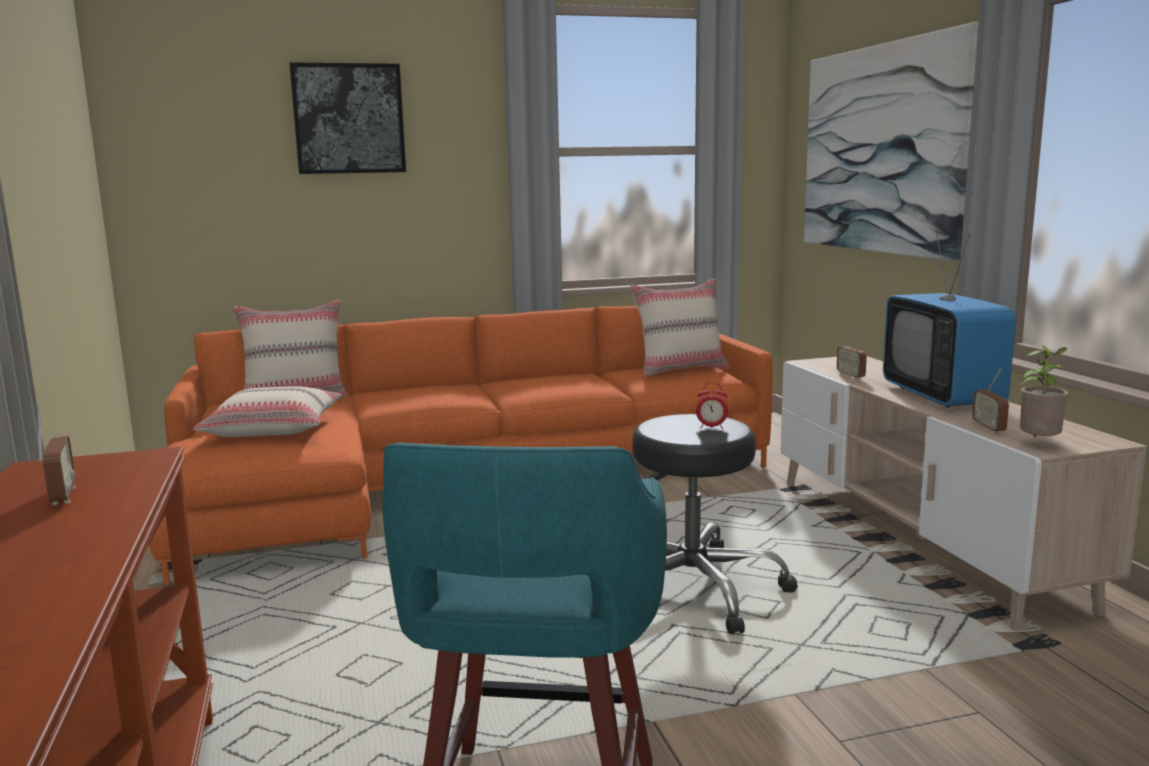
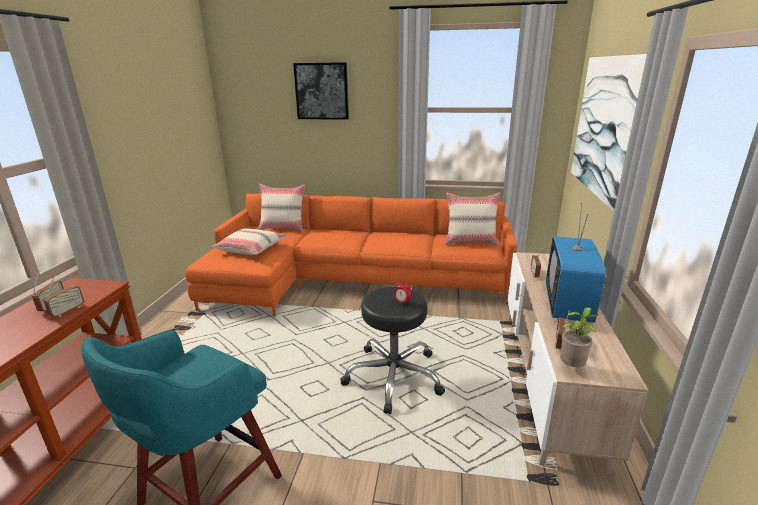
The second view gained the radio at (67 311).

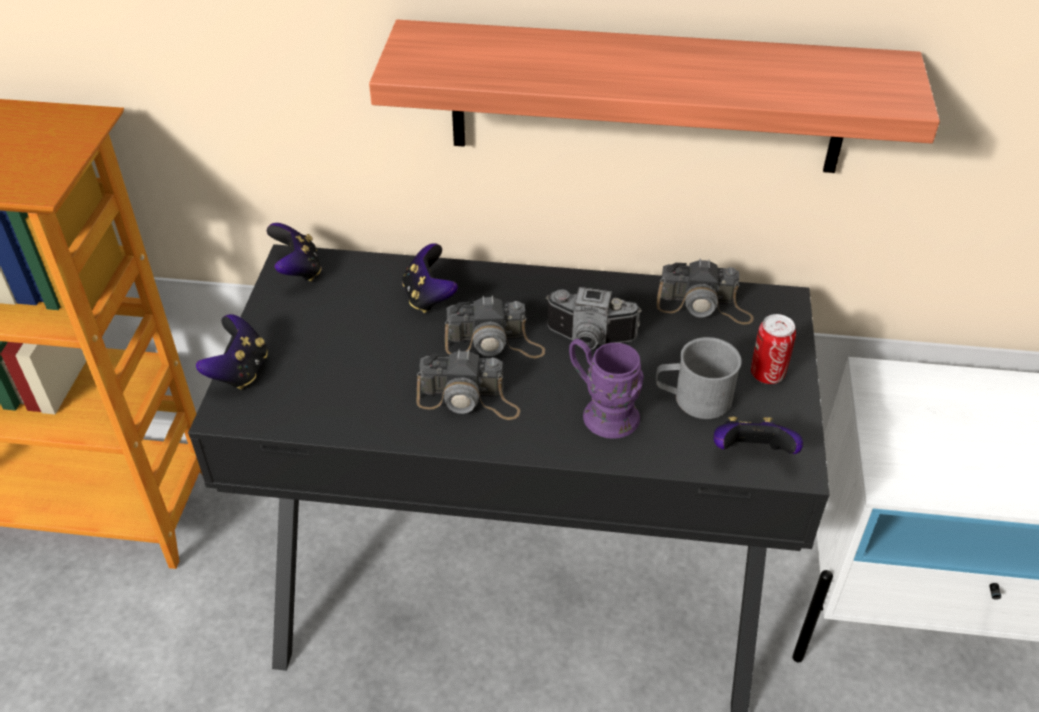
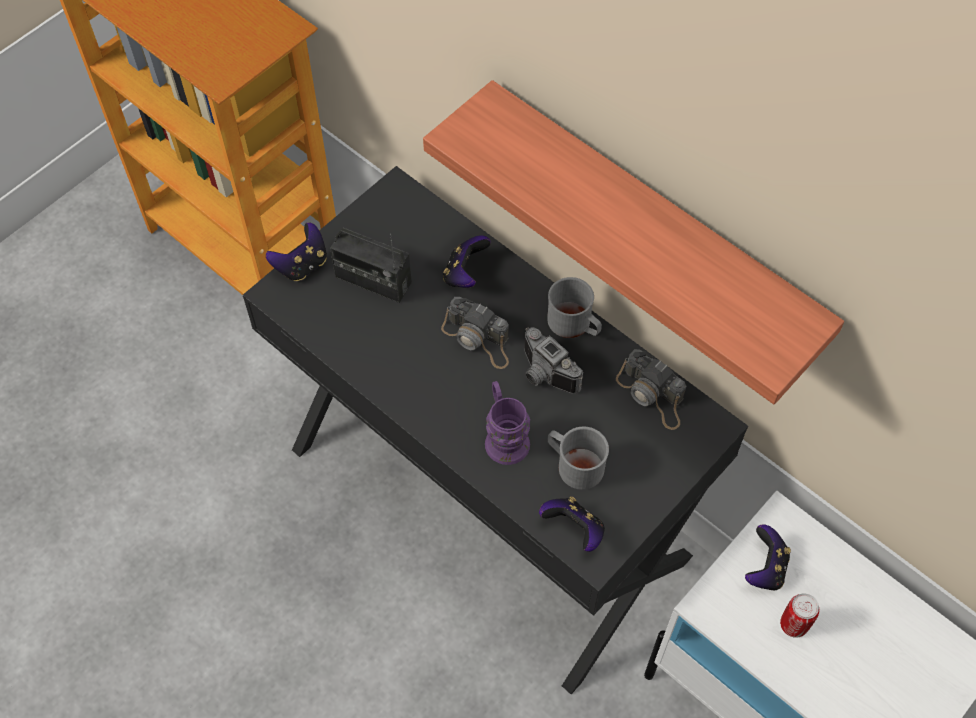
The game controller ended up elsewhere, having gone from (298 270) to (765 568). The second view lost the photo camera at (468 399). The can ended up elsewhere, having gone from (767 374) to (793 625). The second view gained the radio at (373 280). The second view gained the mug/grey at (574 324).

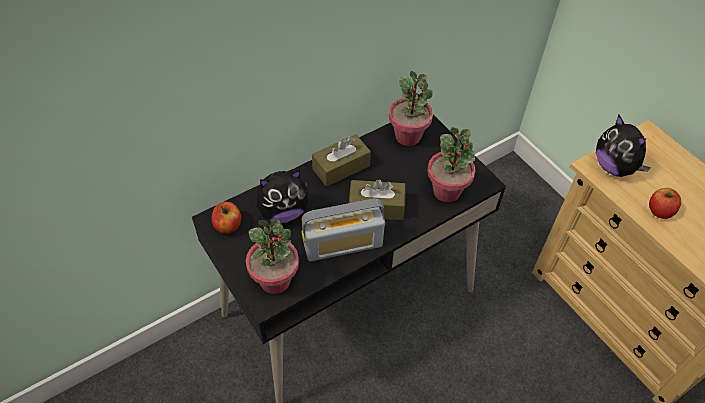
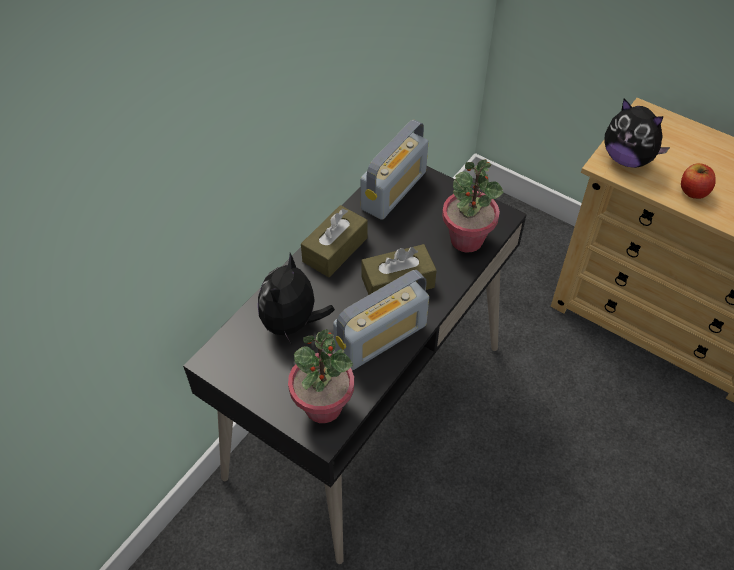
The second view lost the apple at (228 225). The plush toy at (283 212) ended up facing another way, 150 degrees clockwise from before. Where the potted plant stood at (408 136), the radio came to stand at (394 190).

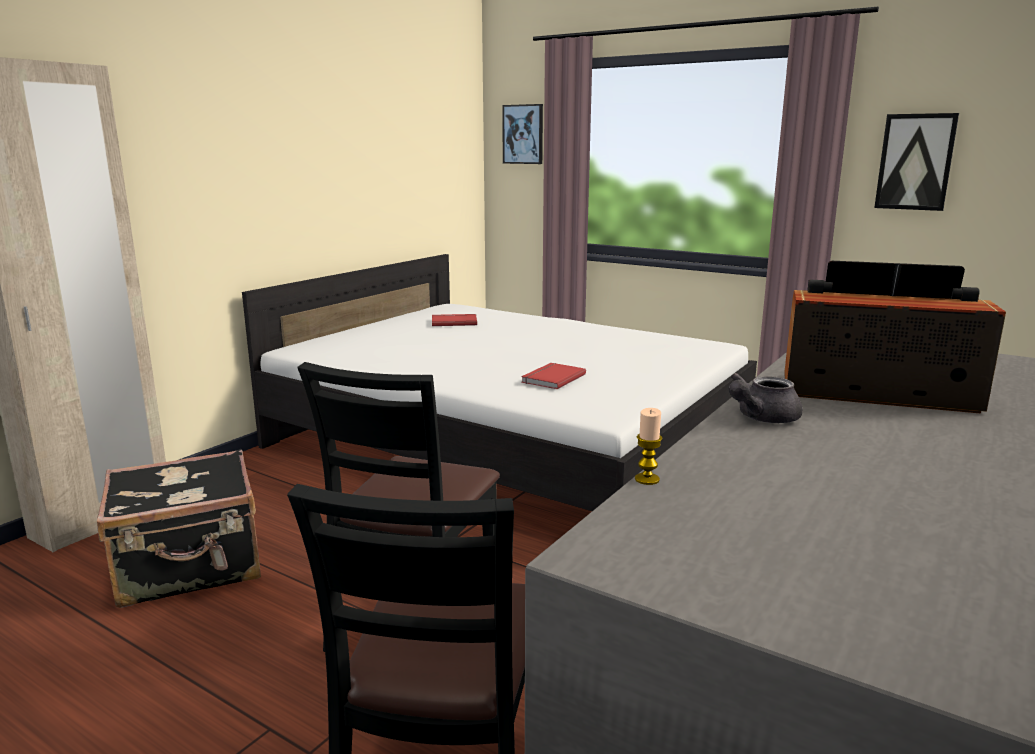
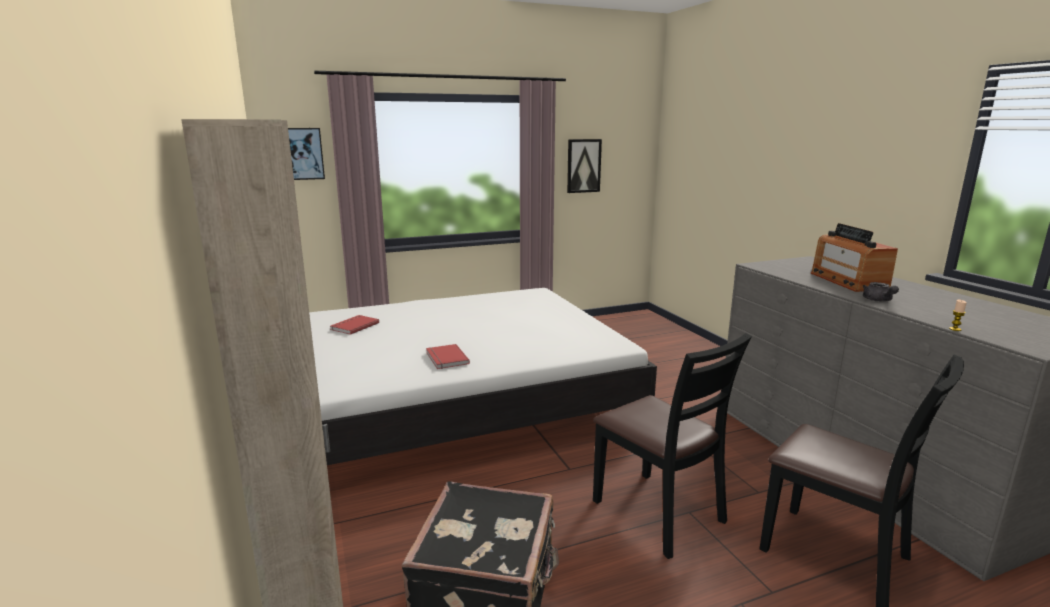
The book/red ended up elsewhere, having gone from (552 378) to (445 358). The radio at (877 392) ended up facing another way, 60 degrees counterclockwise from before.

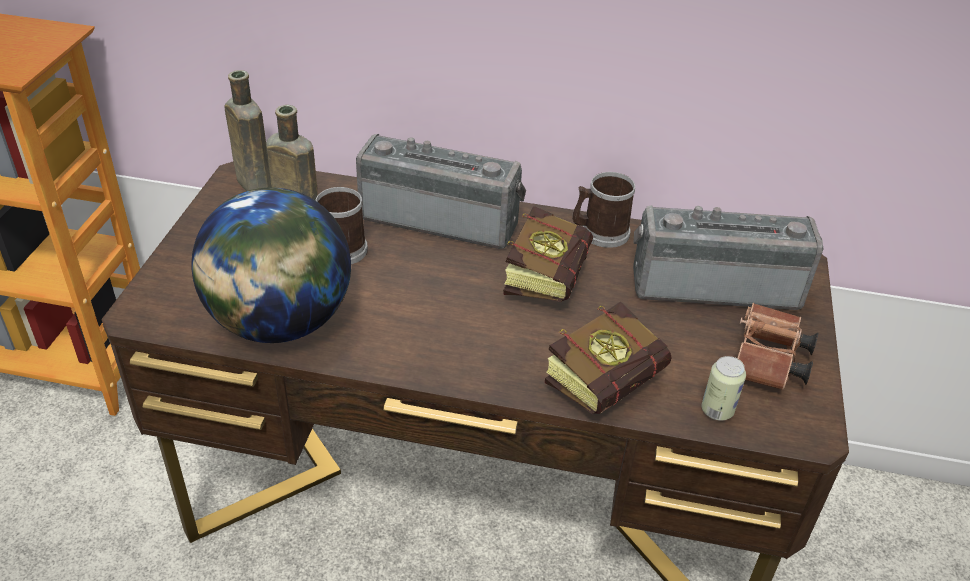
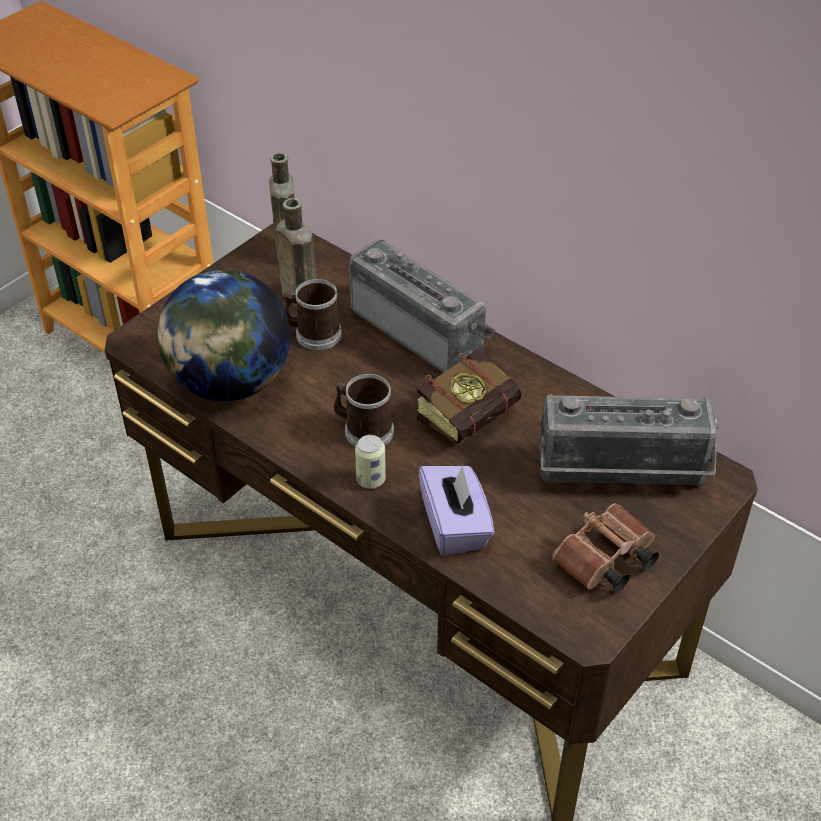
Where the book stood at (612 380), the tissue box/purple came to stand at (455 526). The mug ended up elsewhere, having gone from (599 233) to (363 430). The radio at (715 283) ended up facing another way, 150 degrees clockwise from before. The can ended up elsewhere, having gone from (717 410) to (371 480).

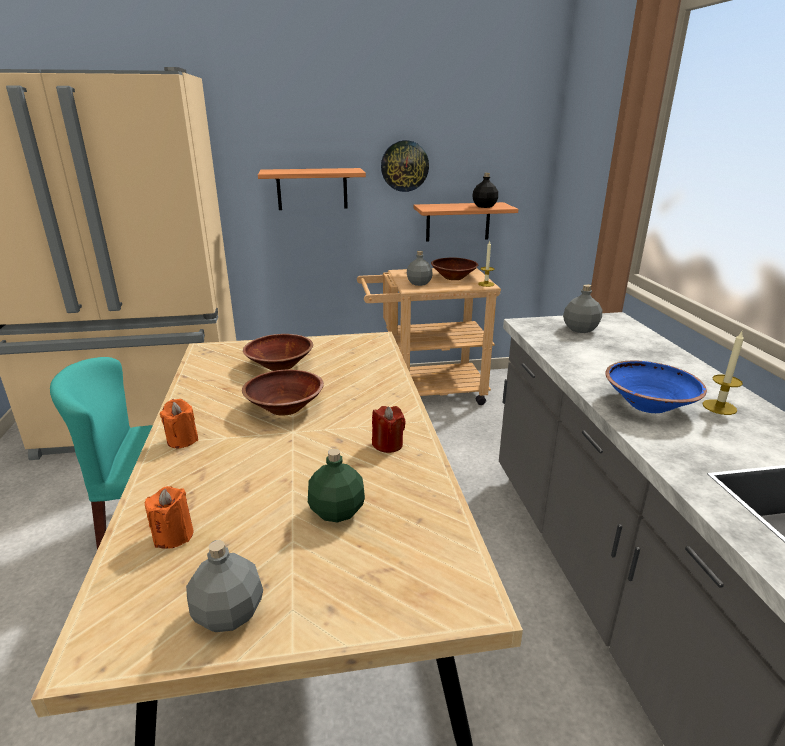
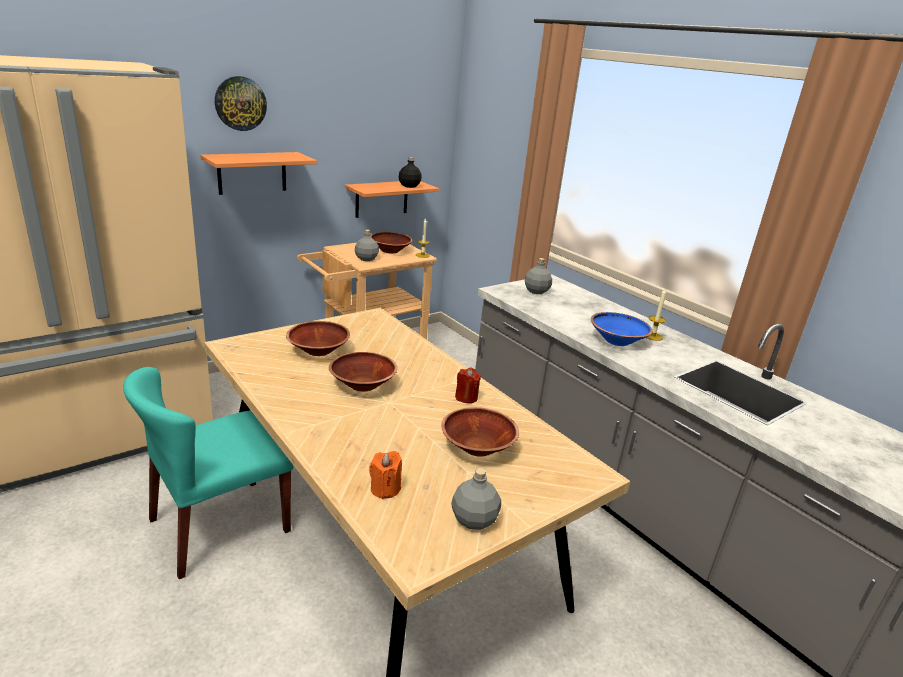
The second view lost the candle/orange at (182 440). Where the bottle/green stood at (337 512), the bowl/brown came to stand at (478 447). The wall clock ended up elsewhere, having gone from (404 166) to (240 103).

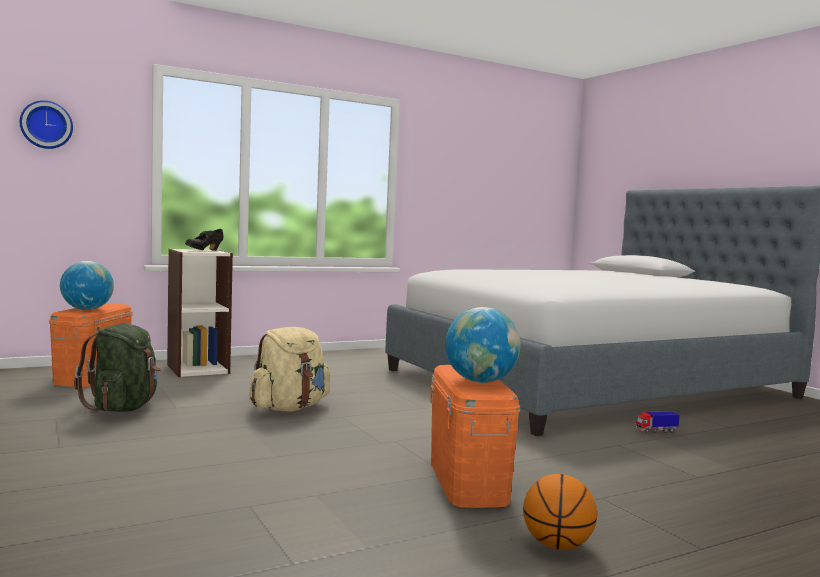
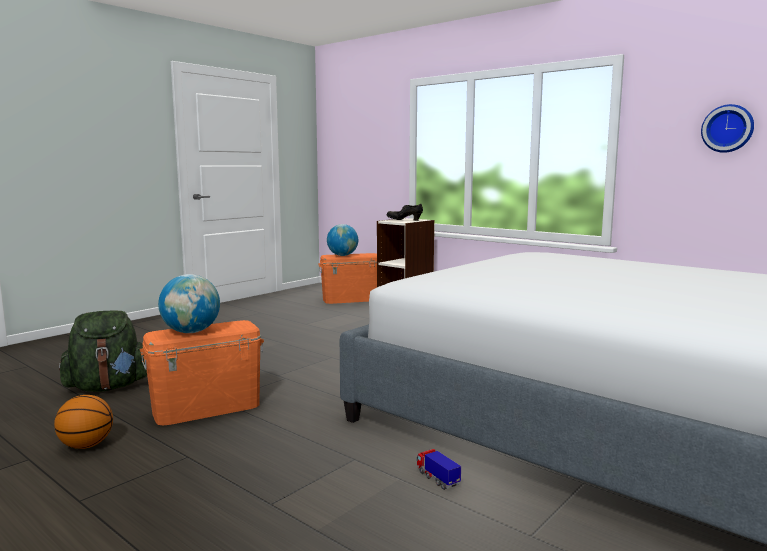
The wall clock ended up elsewhere, having gone from (46 125) to (727 128). The backpack/green ended up elsewhere, having gone from (123 408) to (108 387). The second view lost the backpack/beige at (289 408).

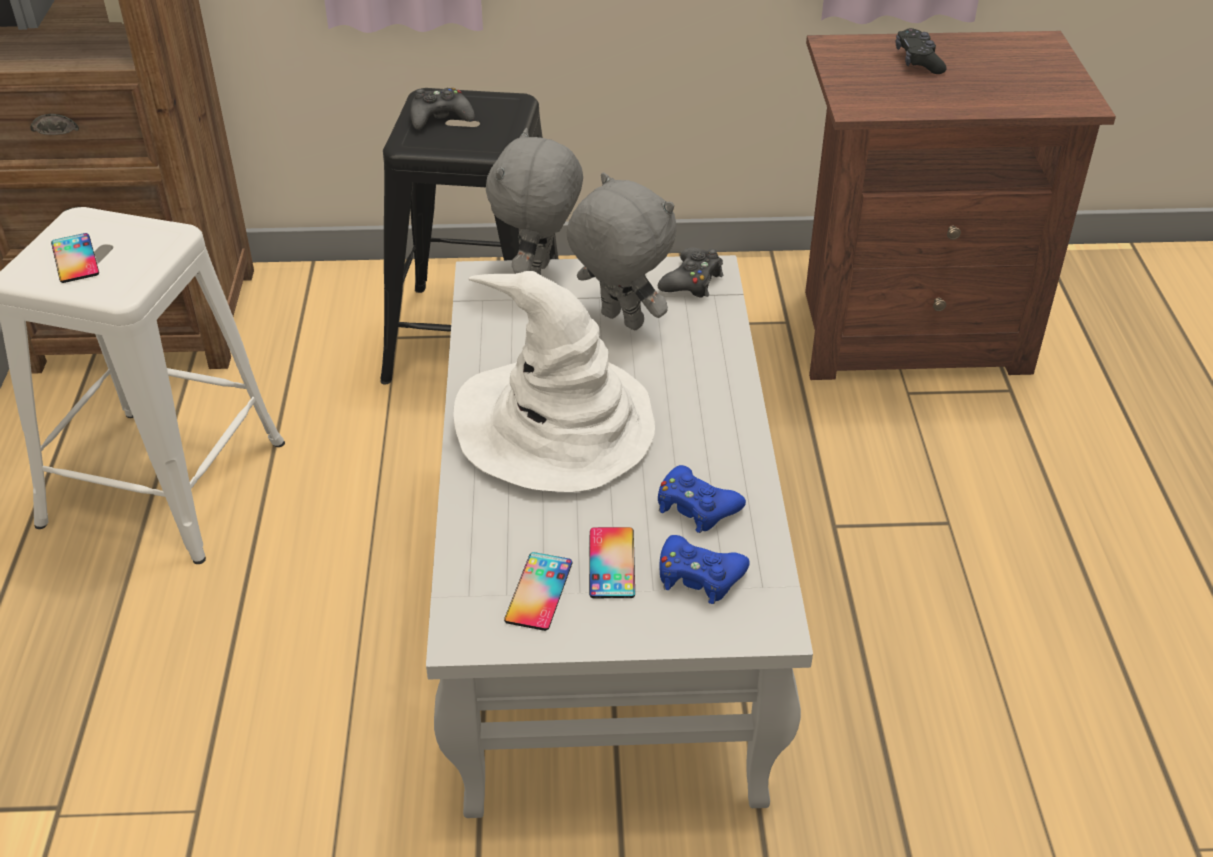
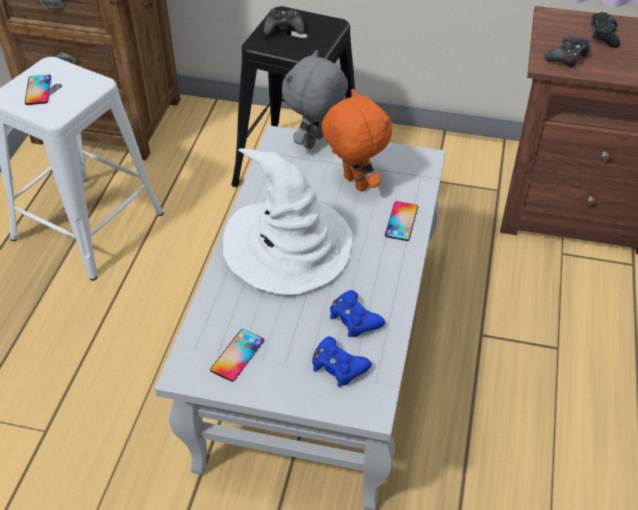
What was the plush toy/grey at (619 321) turned into the plush toy/orange at (353 183). The phone ended up elsewhere, having gone from (611 563) to (401 221). The game controller/black ended up elsewhere, having gone from (692 281) to (567 57).

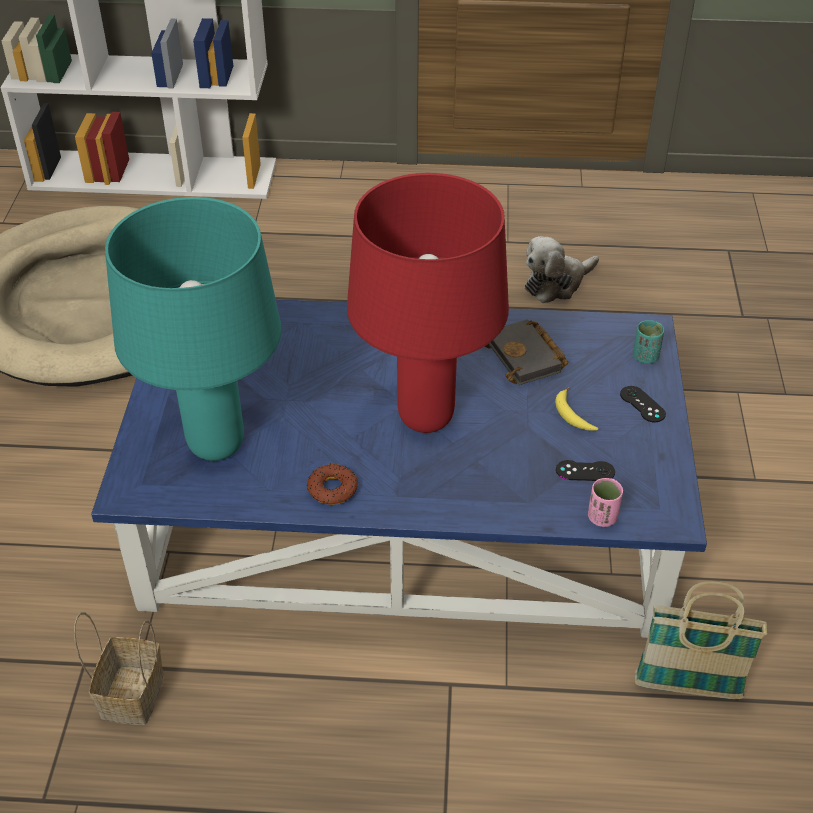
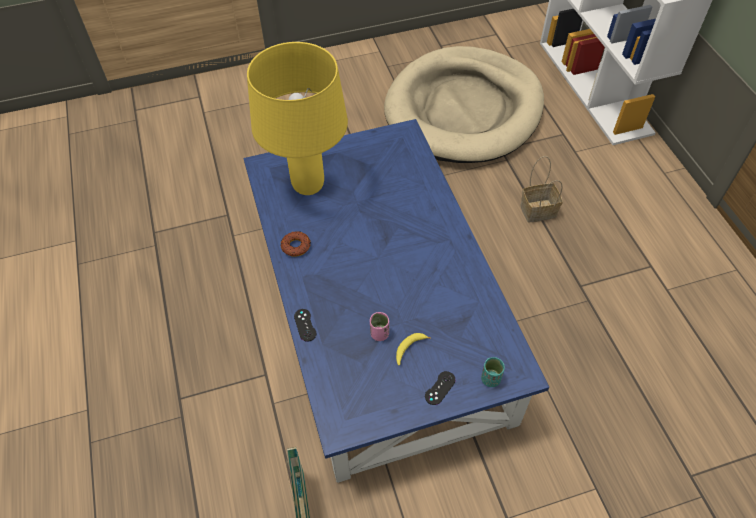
The basket ended up elsewhere, having gone from (131 693) to (539 210). What was the table lamp/turquoise at (215 445) turned into the table lamp/yellow at (308 185). The second view lost the table lamp/red at (426 417). The second view lost the book/black at (527 358). The second view lost the plush toy at (556 283). The game controller/black ended up elsewhere, having gone from (585 471) to (305 325). The cup/pink ended up elsewhere, having gone from (602 517) to (379 334).

